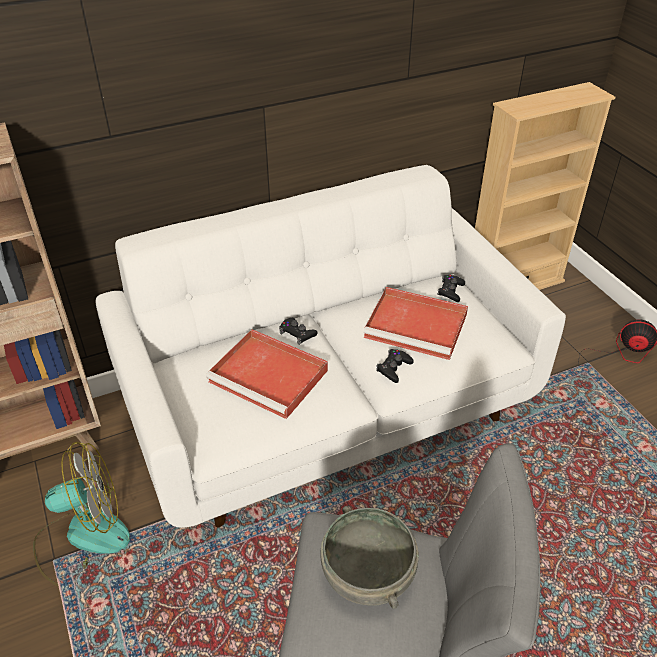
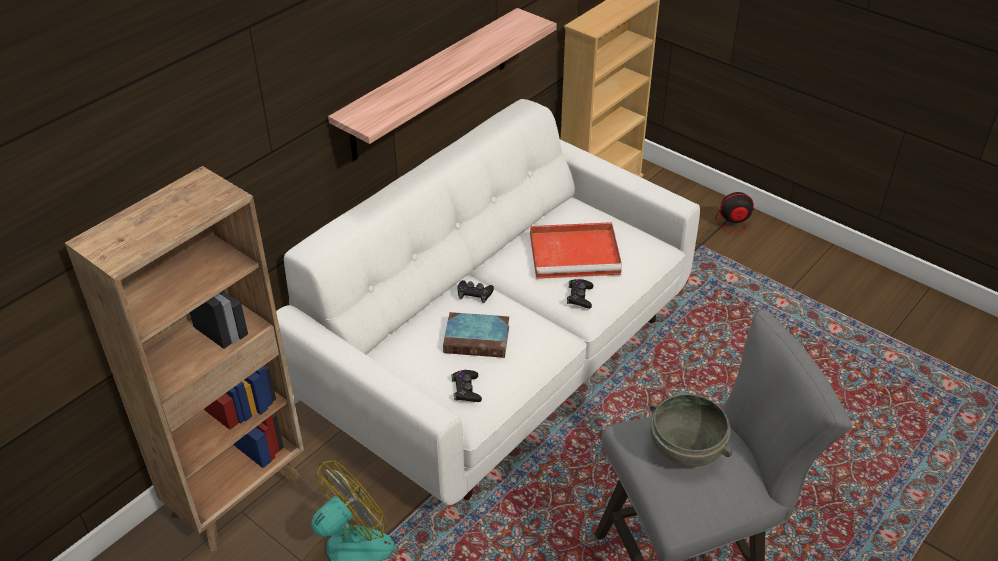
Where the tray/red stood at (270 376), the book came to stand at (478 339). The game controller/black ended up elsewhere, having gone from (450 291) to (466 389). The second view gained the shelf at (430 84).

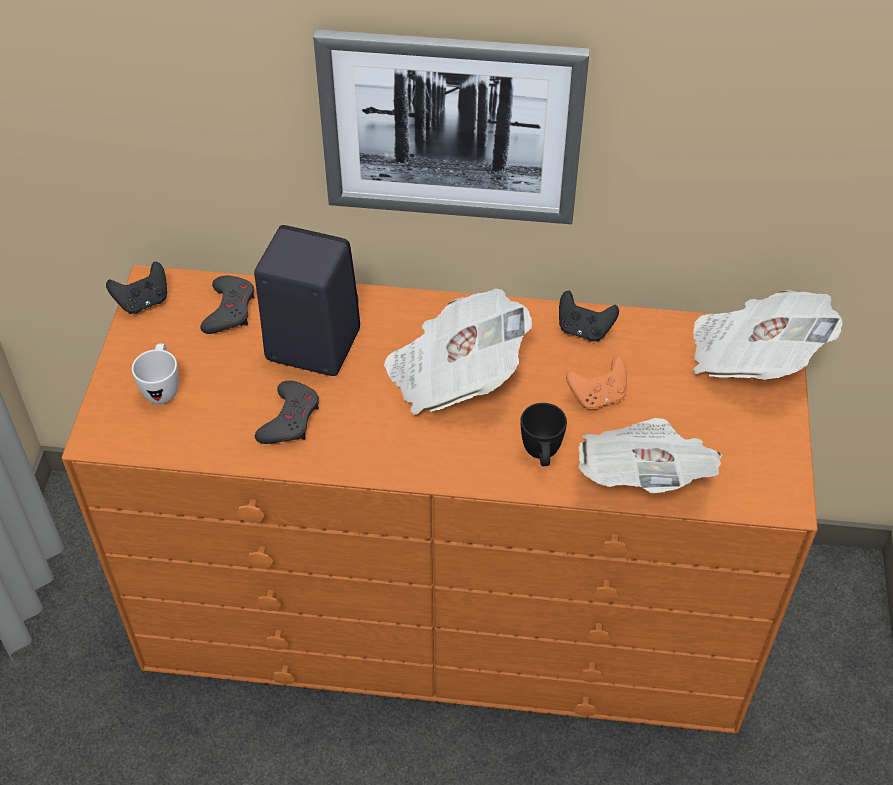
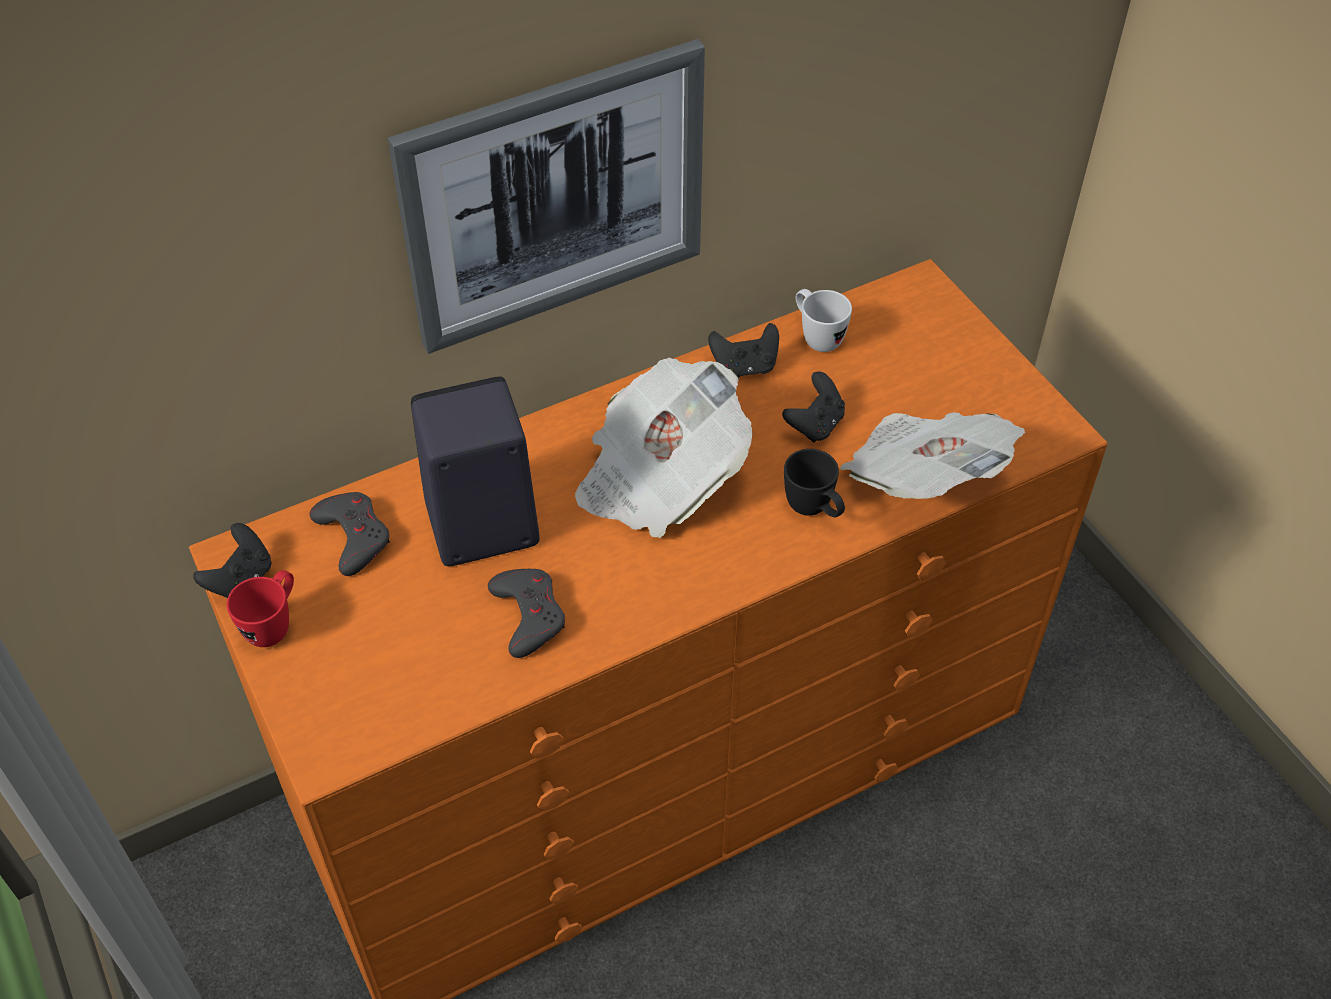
The mug/white ended up elsewhere, having gone from (162 388) to (816 337). What was the game controller/orange at (597 396) turned into the game controller/black at (815 425). The second view lost the newspaper at (752 358). The second view gained the mug/red at (274 625).

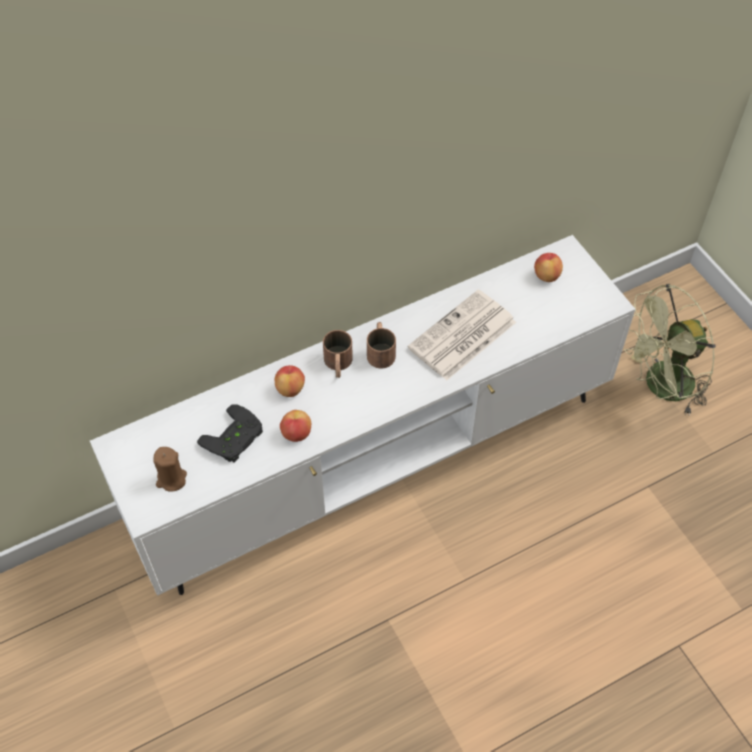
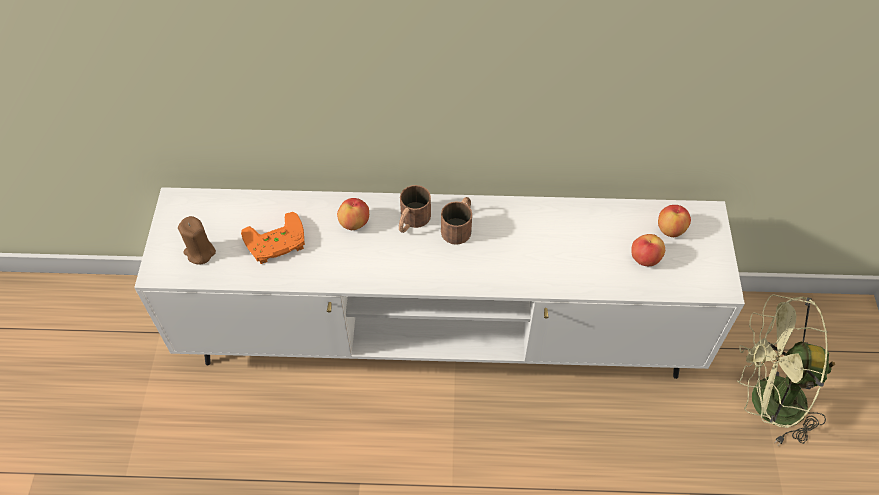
What was the game controller/black at (235 439) turned into the game controller/orange at (276 244). The apple ended up elsewhere, having gone from (296 434) to (645 259). The second view lost the newspaper at (462 336).

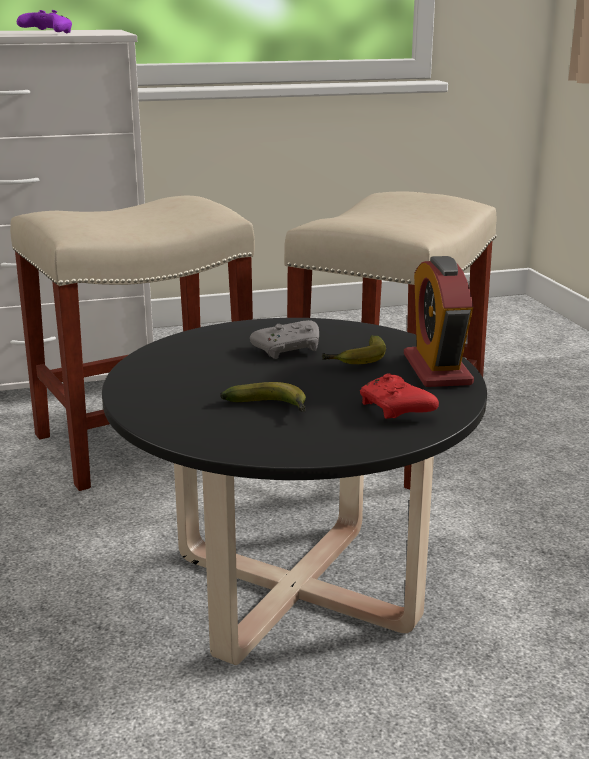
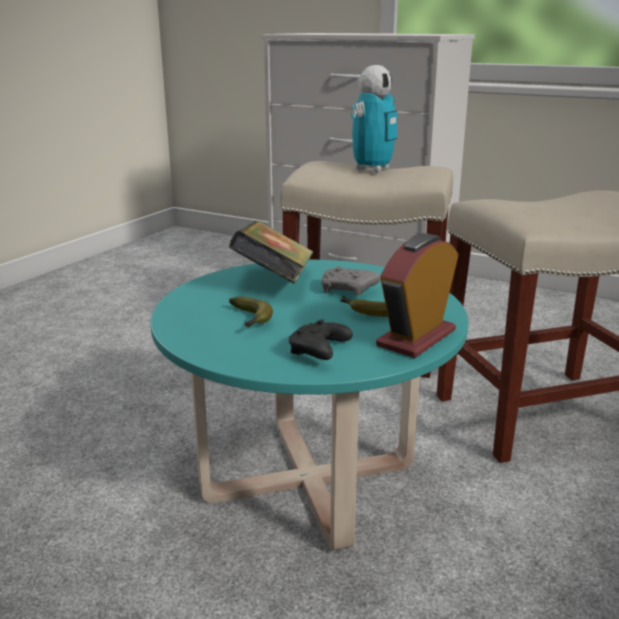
The second view lost the game controller/purple at (47 33). What was the coffee table/black at (294 589) turned into the coffee table/turquoise at (309 480). What was the game controller/red at (396 410) turned into the game controller/black at (319 352). The second view gained the book at (274 282). The second view gained the toy robot at (372 170).

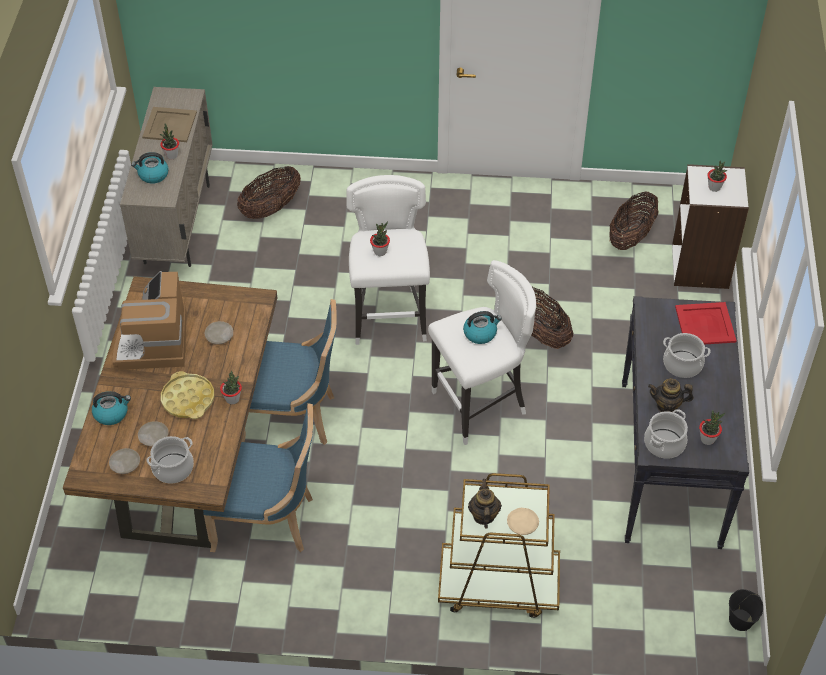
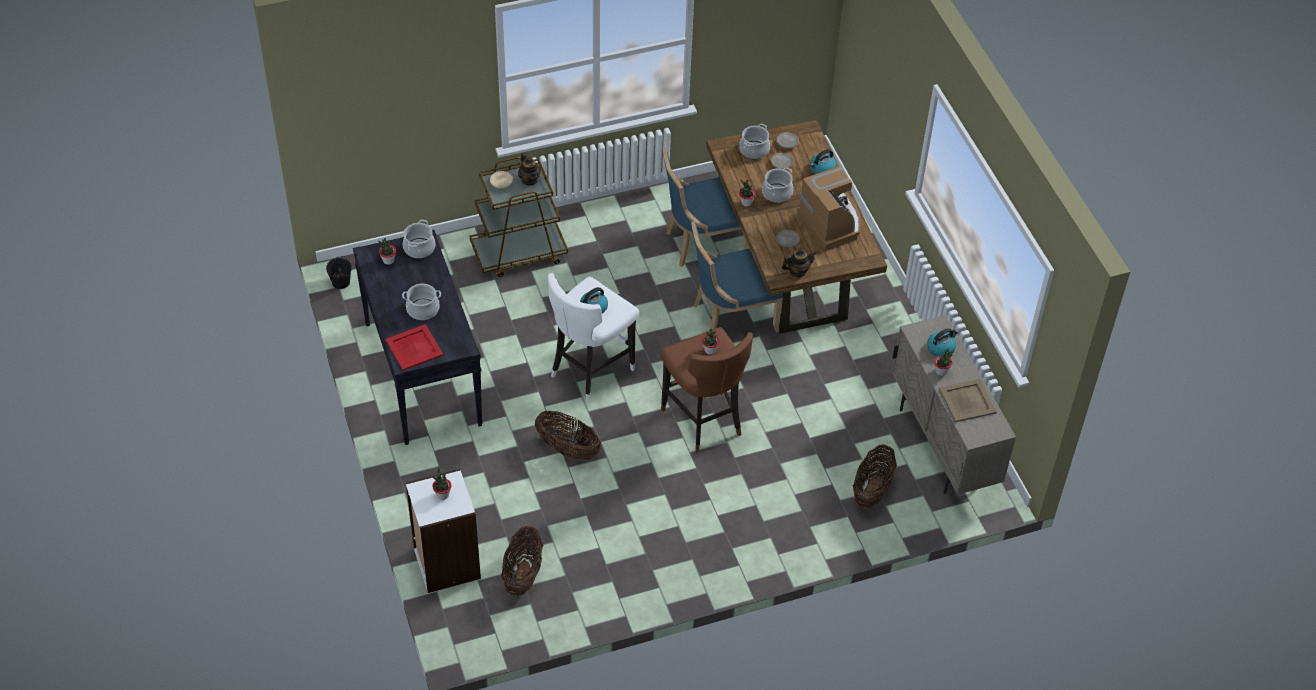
Where the tray/yellow stood at (188 399), the cooking pot came to stand at (777 193). What was the stool/white at (389 316) turned into the stool/brown at (703 421). The teapot ended up elsewhere, having gone from (667 406) to (797 271).

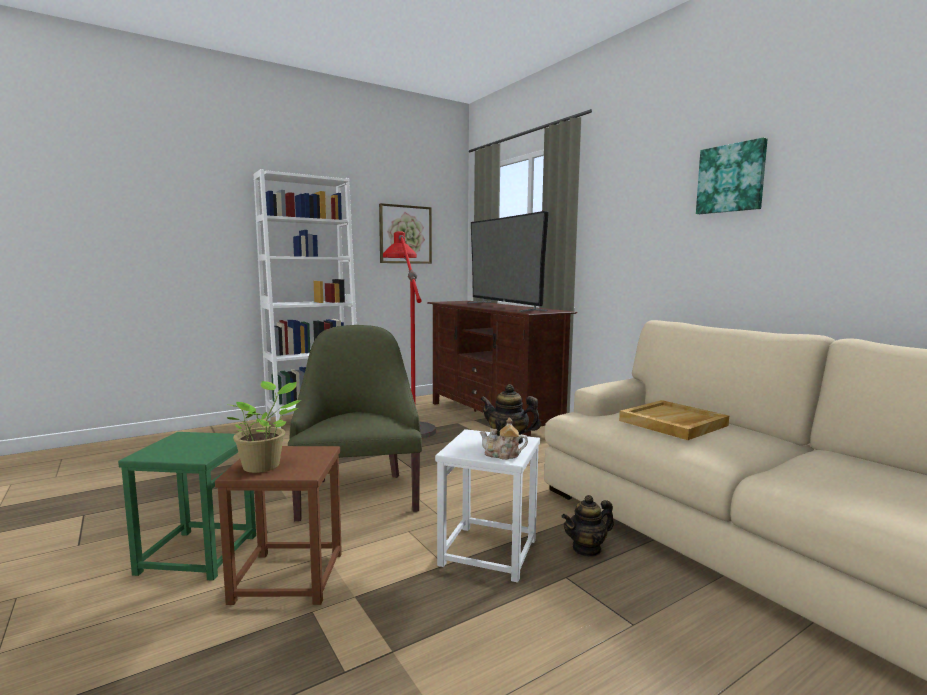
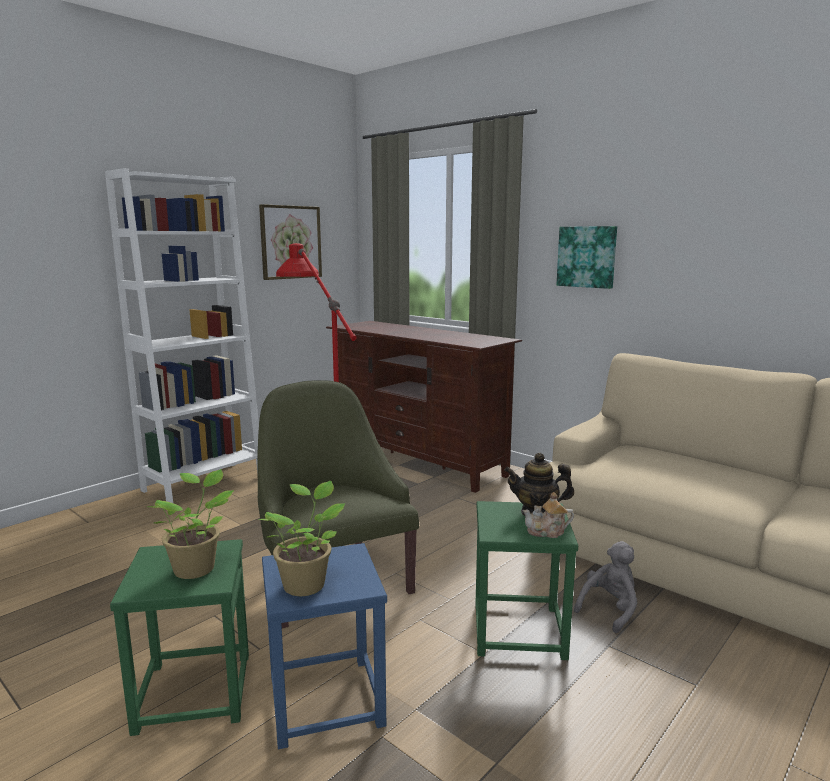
What was the stool/brown at (287 578) turned into the stool/blue at (325 701). What was the stool/white at (489 552) turned into the stool/green at (519 630). The second view lost the television at (503 306). Where the teapot stood at (587 549), the plush toy/grey came to stand at (609 610). The second view lost the tray/beige at (673 423). The picture ended up elsewhere, having gone from (731 178) to (587 257). The second view gained the potted plant at (196 568).

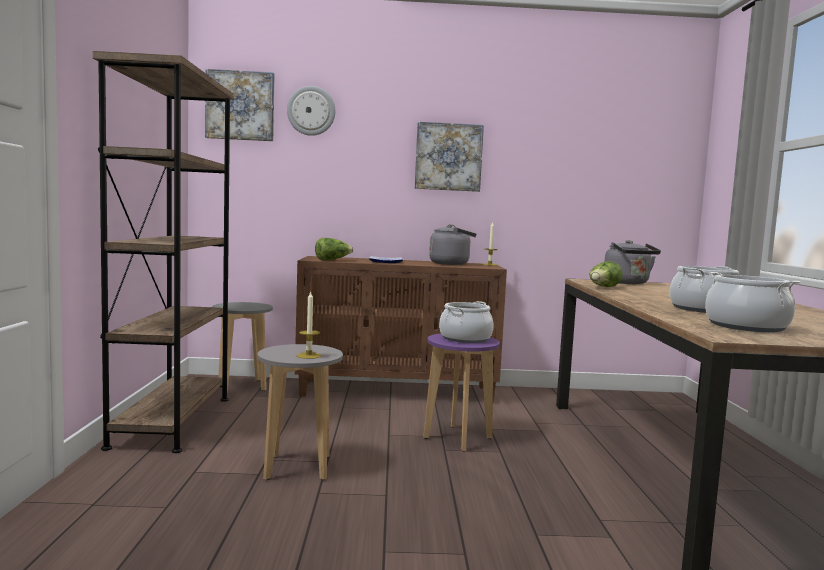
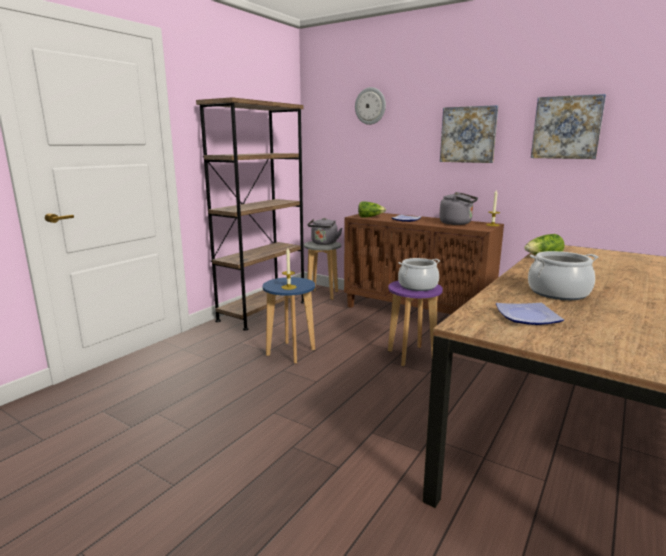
The picture ended up elsewhere, having gone from (240 106) to (566 127). What was the stool/grey at (297 467) turned into the stool/blue at (291 352). The kettle/grey ended up elsewhere, having gone from (628 283) to (324 243). Where the cooking pot stood at (746 326), the plate came to stand at (528 317).

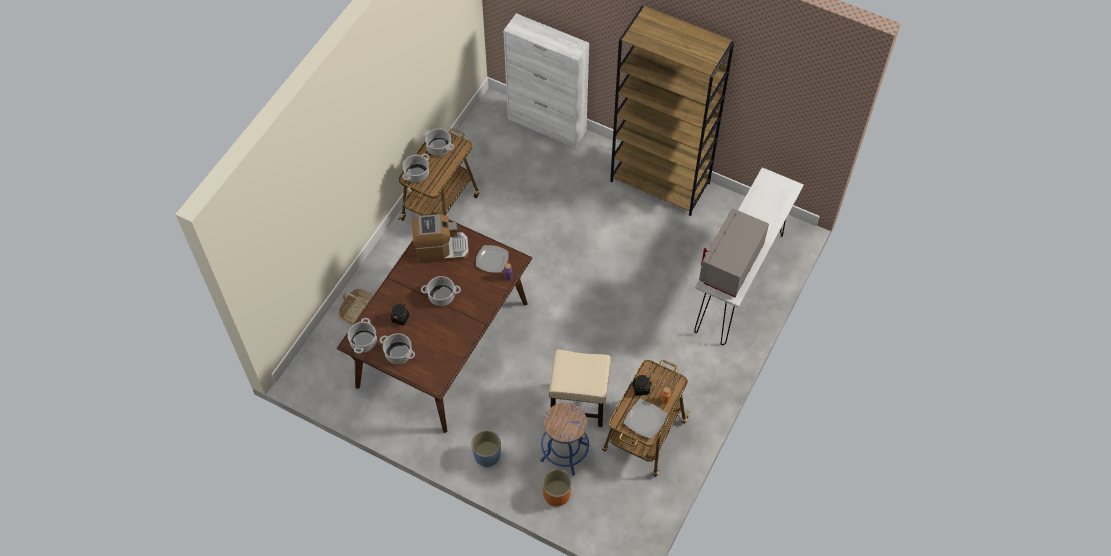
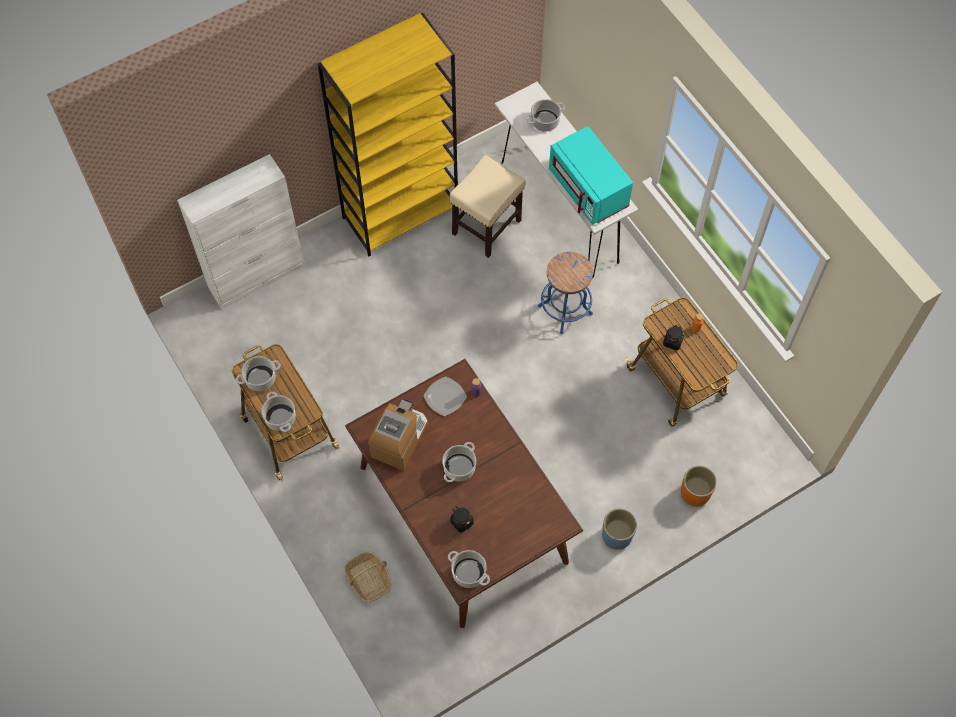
The cooking pot ended up elsewhere, having gone from (399 353) to (545 121). The stool/blue ended up elsewhere, having gone from (564 452) to (565 310). The stool/beige ended up elsewhere, having gone from (579 404) to (487 226). What was the bookcase/brown at (660 182) turned into the bookcase/yellow at (400 213). The second view lost the plate at (645 419). What was the microwave/grey at (731 265) turned into the microwave/turquoise at (589 189).

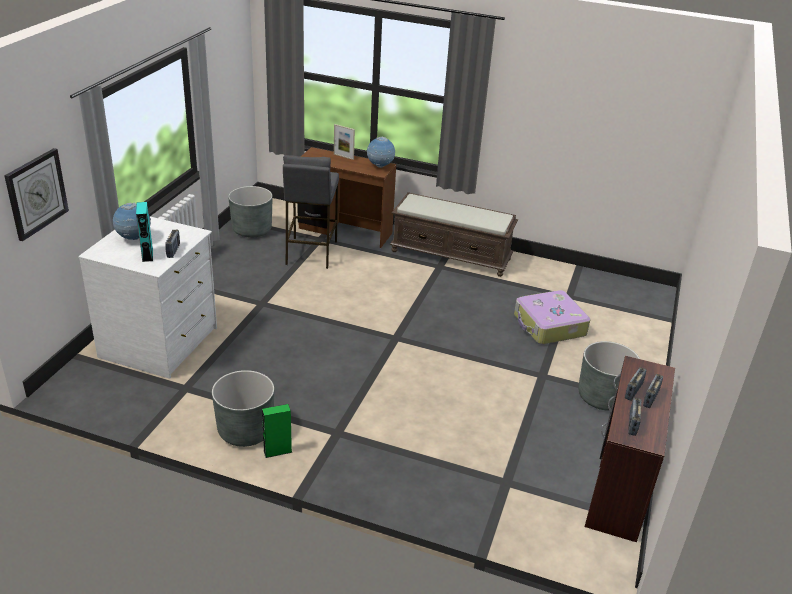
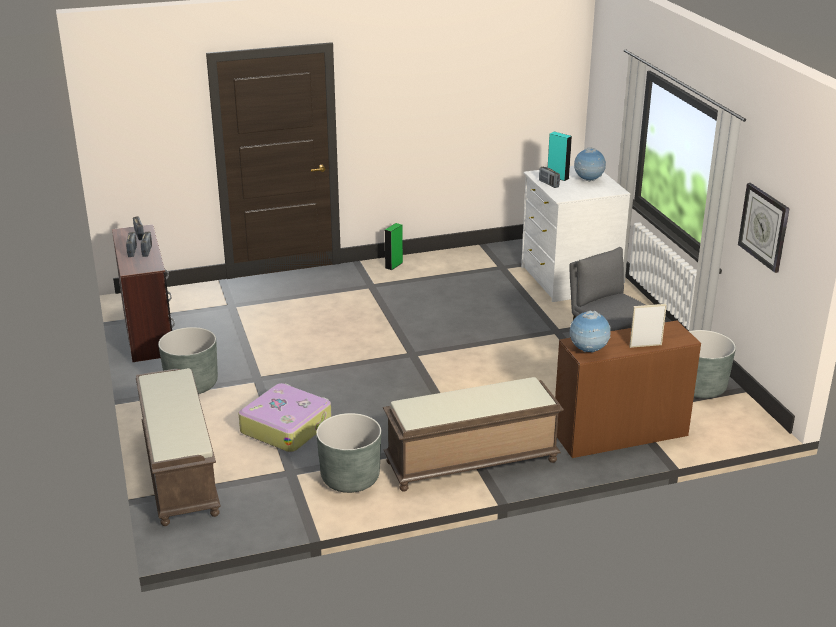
The wall clock ended up elsewhere, having gone from (36 193) to (764 227). The planter/grey ended up elsewhere, having gone from (245 431) to (350 478). The second view gained the bench/brown at (178 470).

